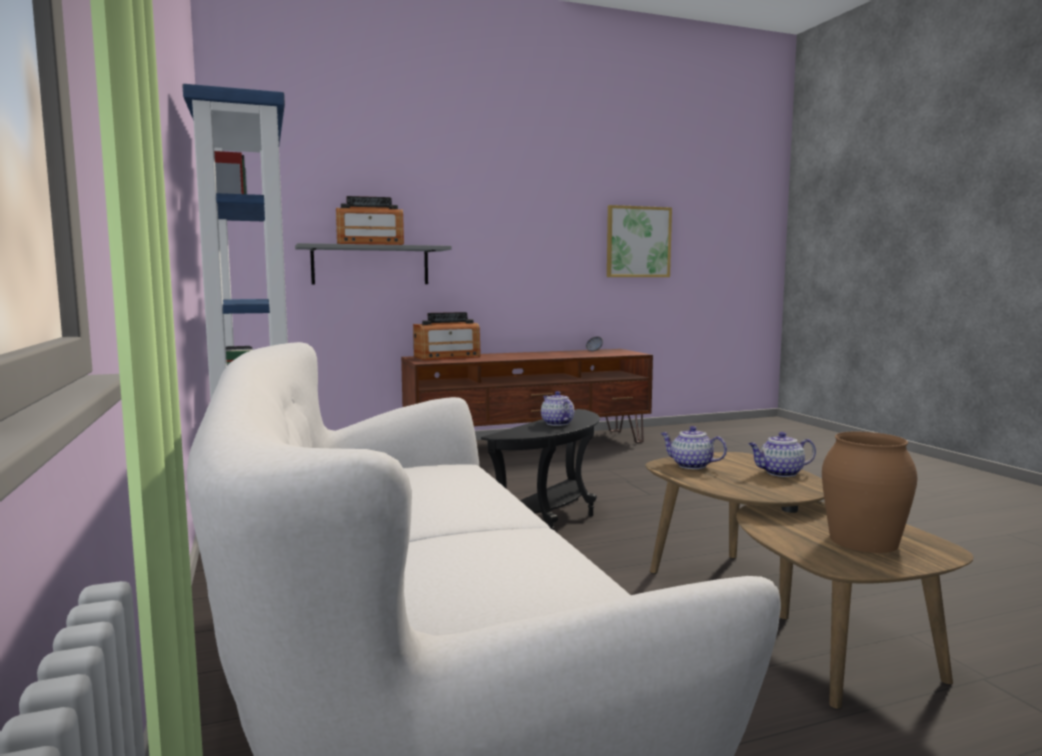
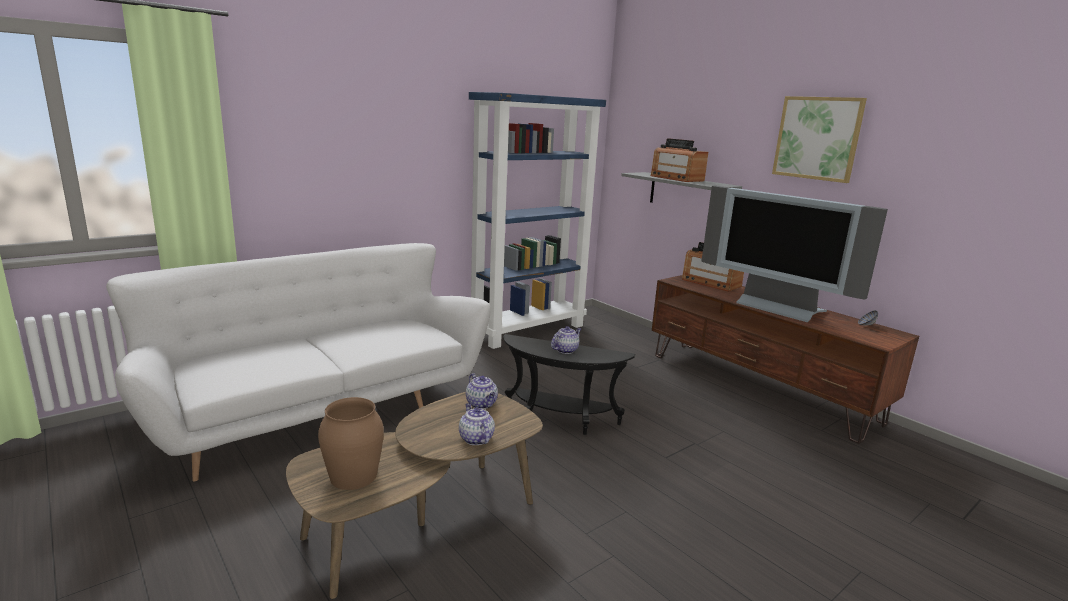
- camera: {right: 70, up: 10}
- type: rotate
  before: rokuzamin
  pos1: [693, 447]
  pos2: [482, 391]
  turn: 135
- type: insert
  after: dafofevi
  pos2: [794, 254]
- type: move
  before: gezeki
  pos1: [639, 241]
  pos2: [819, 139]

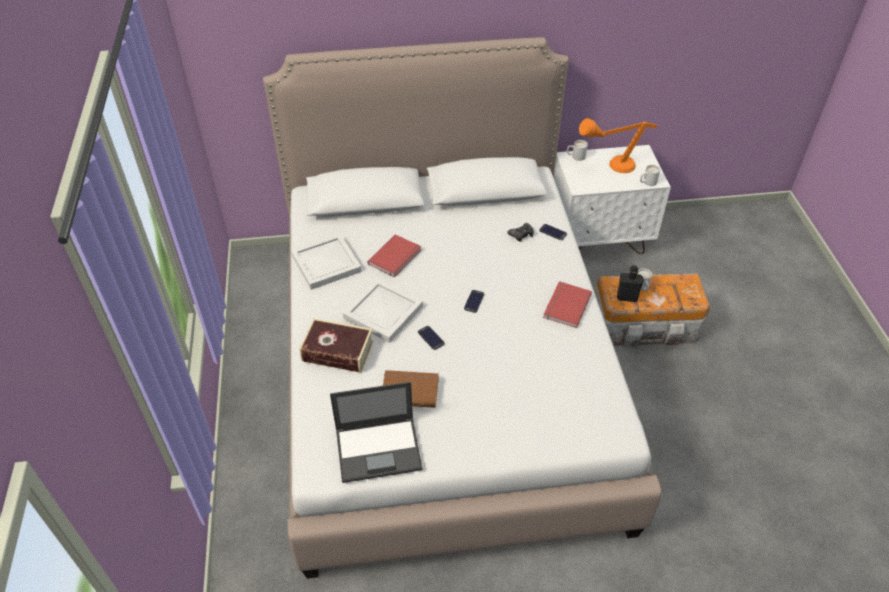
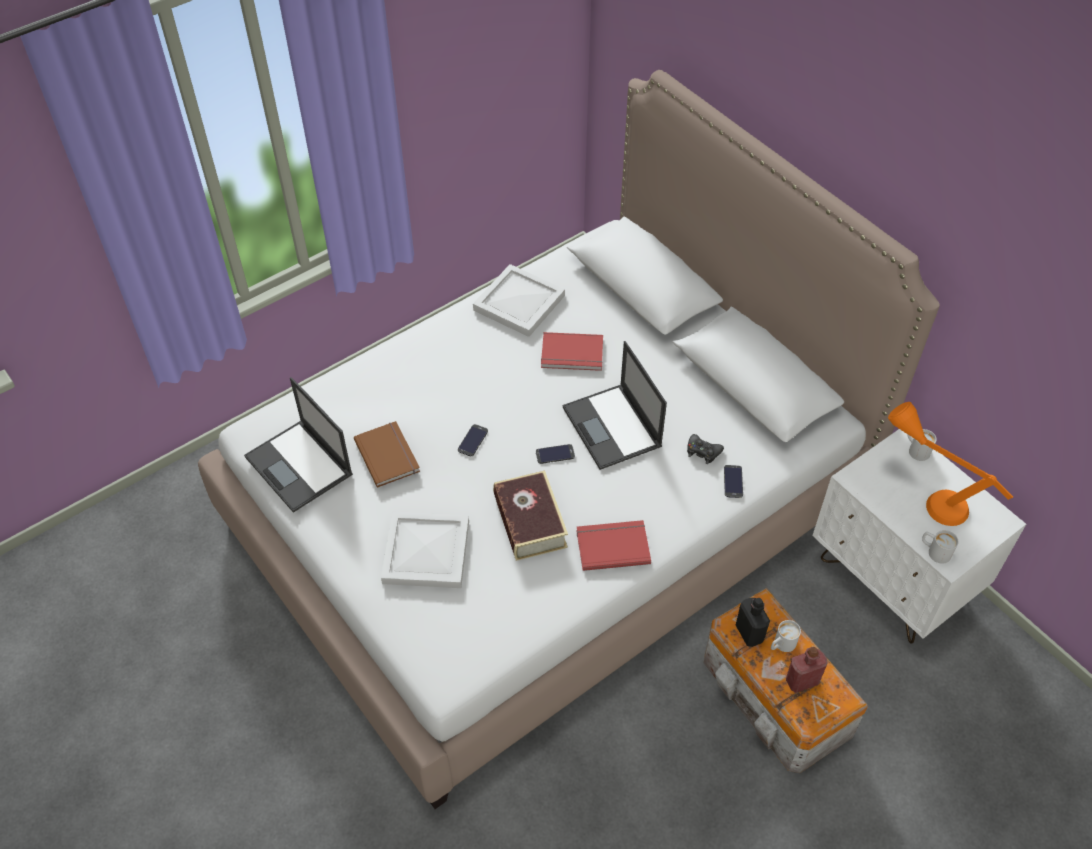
- camera: {right: 60, up: 5}
- type: move
  before: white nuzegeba
  pos1: [383, 311]
  pos2: [425, 550]
- type: move
  before: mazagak
  pos1: [336, 345]
  pos2: [530, 516]
- type: insert
  after: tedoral
  pos2: [615, 405]
- type: insert
  after: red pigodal
  pos2: [806, 670]

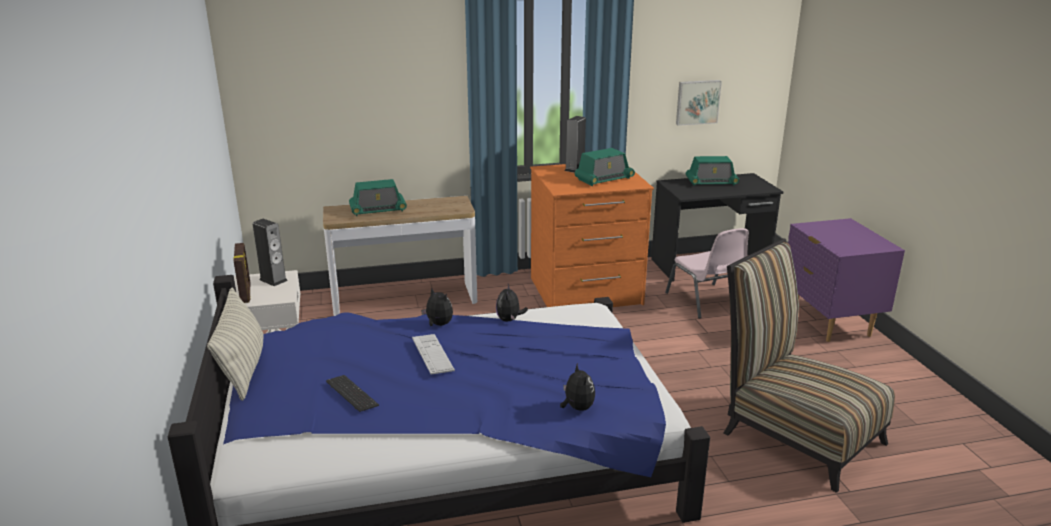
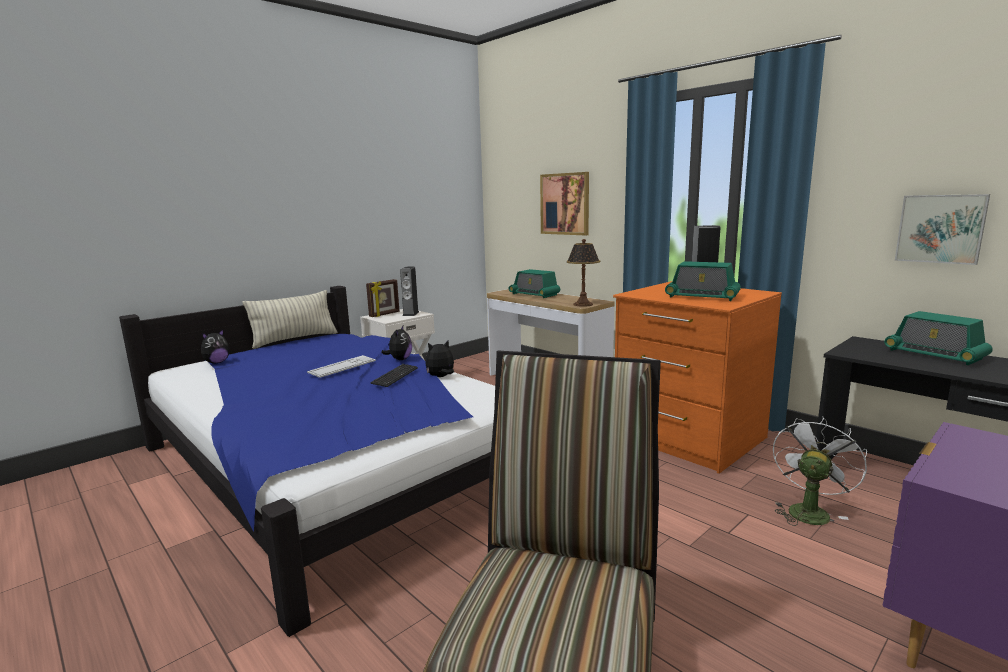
- camera: {right: 60, up: -10}
- type: move
  before: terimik
  pos1: [577, 387]
  pos2: [215, 346]
- type: move
  before: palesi
  pos1: [352, 393]
  pos2: [394, 375]
- type: insert
  after: gezeki
  pos2: [564, 204]
- type: insert
  after: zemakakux
  pos2: [583, 273]
- type: replace
  before: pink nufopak
  after: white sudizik
  pos1: [707, 273]
  pos2: [820, 471]

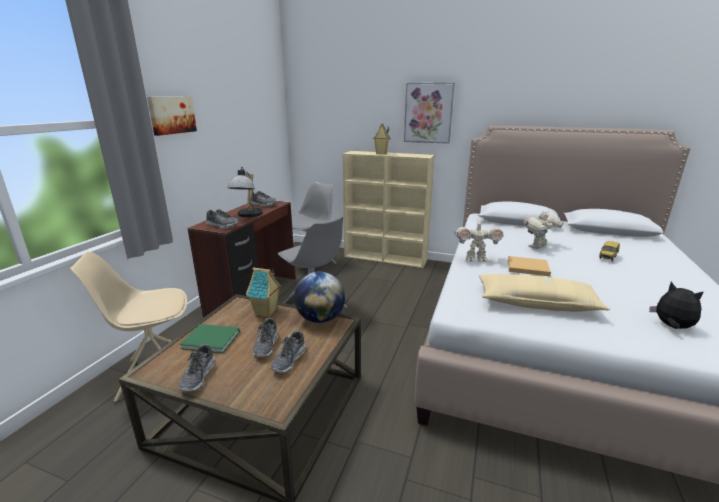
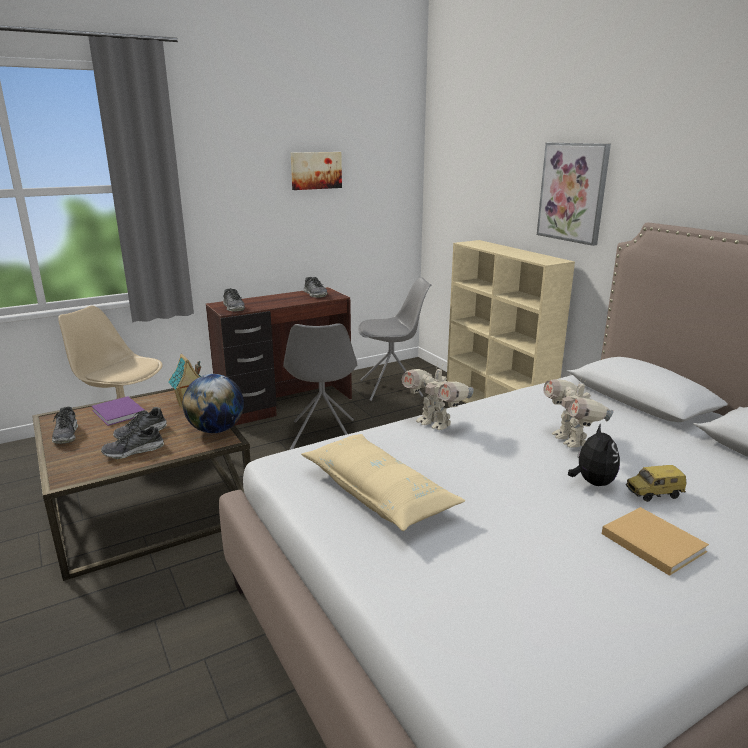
- camera: {right: 40, up: 0}
- type: rotate
  before: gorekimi
  pos1: [197, 367]
  pos2: [65, 425]
  turn: -60
- type: recolor
  before: green mazagak
  after: purple mazagak
  pos1: [210, 338]
  pos2: [118, 411]
- type: move
  before: gezeki
  pos1: [172, 116]
  pos2: [316, 171]
- type: rotate
  before: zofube
  pos1: [543, 229]
  pos2: [579, 412]
  turn: -105
- type: move
  before: terimik
  pos1: [676, 305]
  pos2: [594, 455]
- type: move
  before: beige mazagak
  pos1: [529, 266]
  pos2: [655, 541]
- type: delete
  before: zemakakux
  pos1: [245, 192]
- type: delete
  before: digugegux
  pos1: [382, 138]

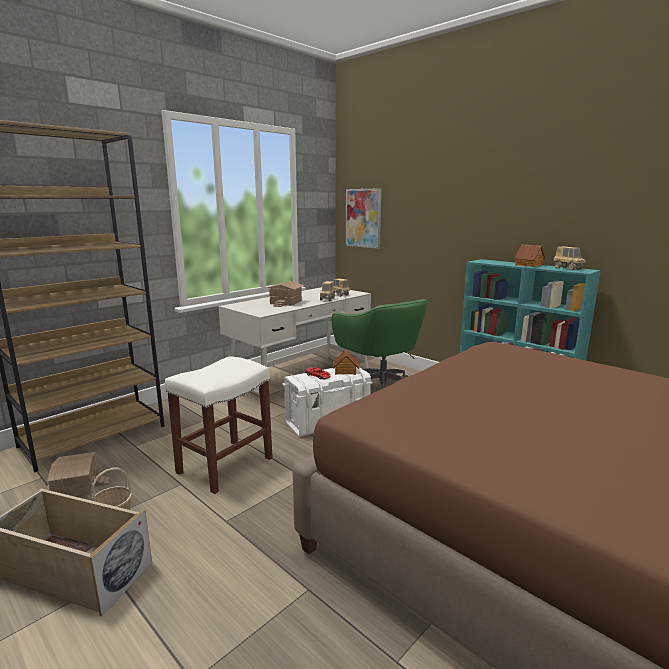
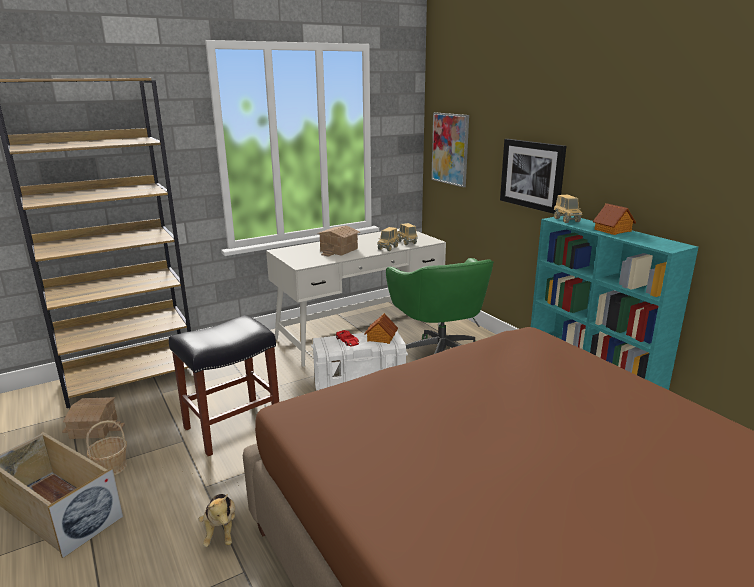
- camera: {right: 15, up: 5}
- type: recolor
  before: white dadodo
  after: black dadodo
  pos1: [219, 425]
  pos2: [224, 385]
- type: insert
  after: terimik
  pos2: [216, 520]
- type: insert
  after: gezeki
  pos2: [533, 176]
- type: move
  before: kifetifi
  pos1: [569, 258]
  pos2: [568, 209]

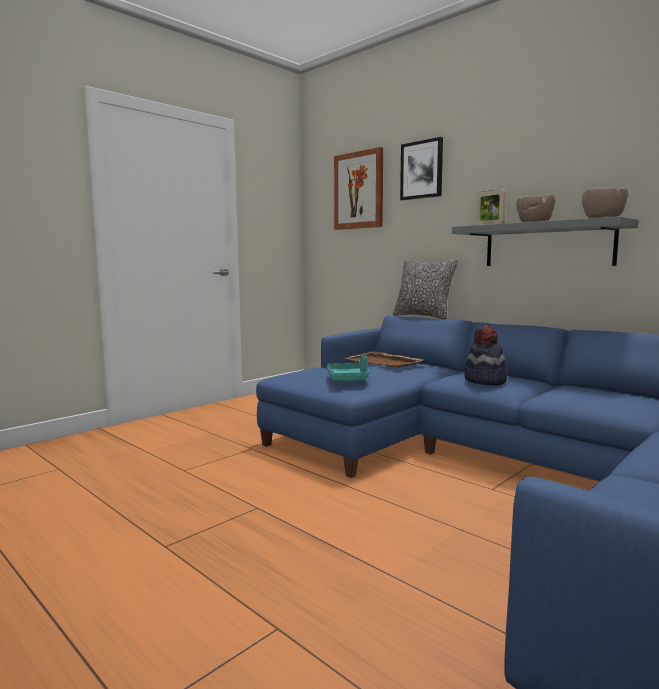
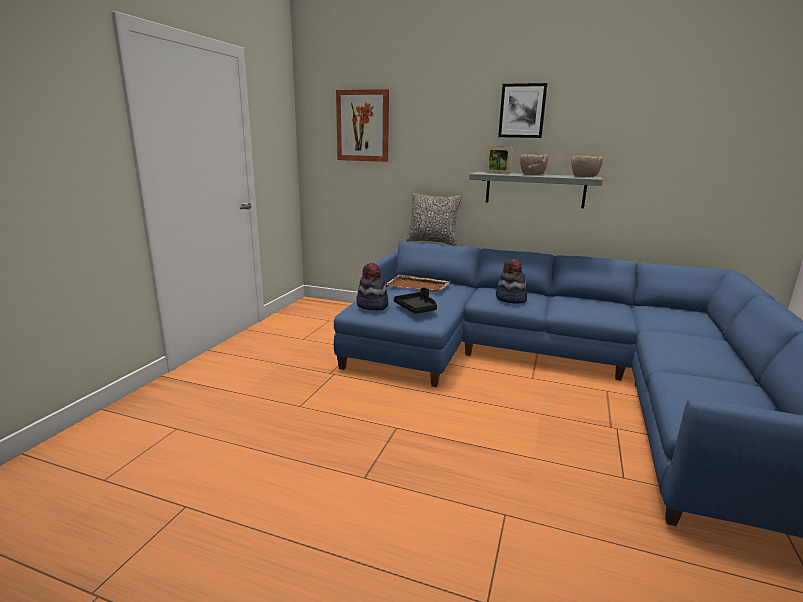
- camera: {right: -25, up: 10}
- type: insert
  after: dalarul
  pos2: [372, 286]
- type: recolor
  before: turquoise nuzegeba
  after: black nuzegeba
  pos1: [348, 368]
  pos2: [415, 300]
- type: move
  before: gezeki
  pos1: [421, 168]
  pos2: [523, 110]

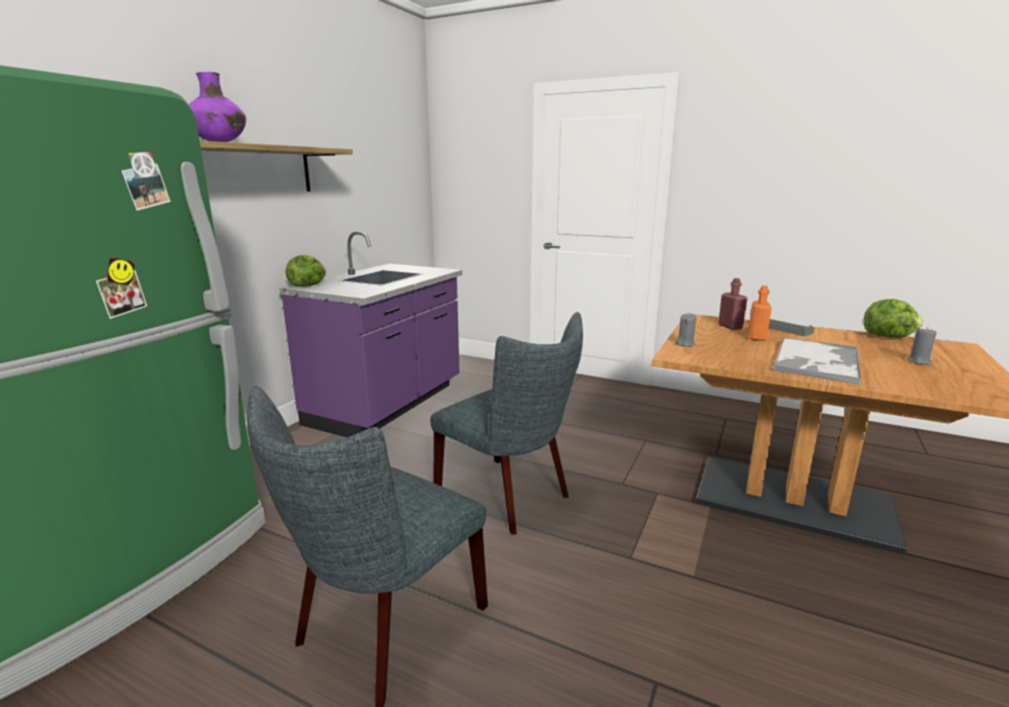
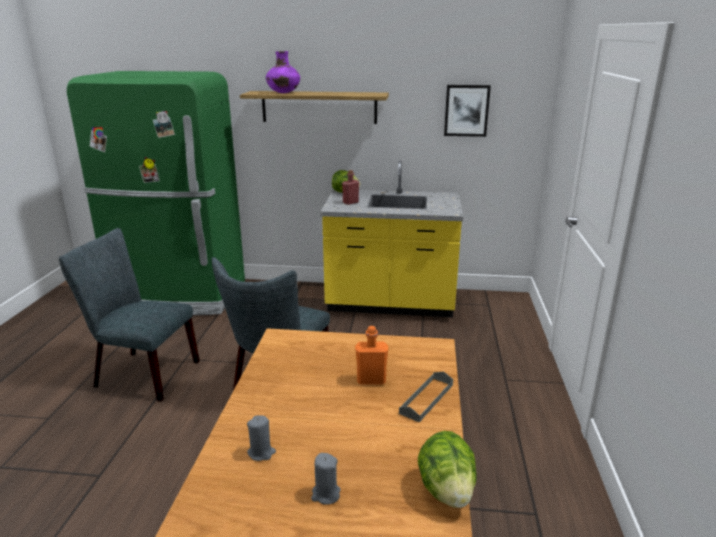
- camera: {right: 70, up: 5}
- type: move
  before: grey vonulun
  pos1: [686, 330]
  pos2: [261, 438]
- type: recolor
  before: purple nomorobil
  after: yellow nomorobil
  pos1: [370, 334]
  pos2: [391, 238]
- type: move
  before: red pigodal
  pos1: [733, 304]
  pos2: [350, 187]
- type: insert
  after: gezeki
  pos2: [467, 111]
- type: delete
  before: nuzegeba
  pos1: [817, 360]

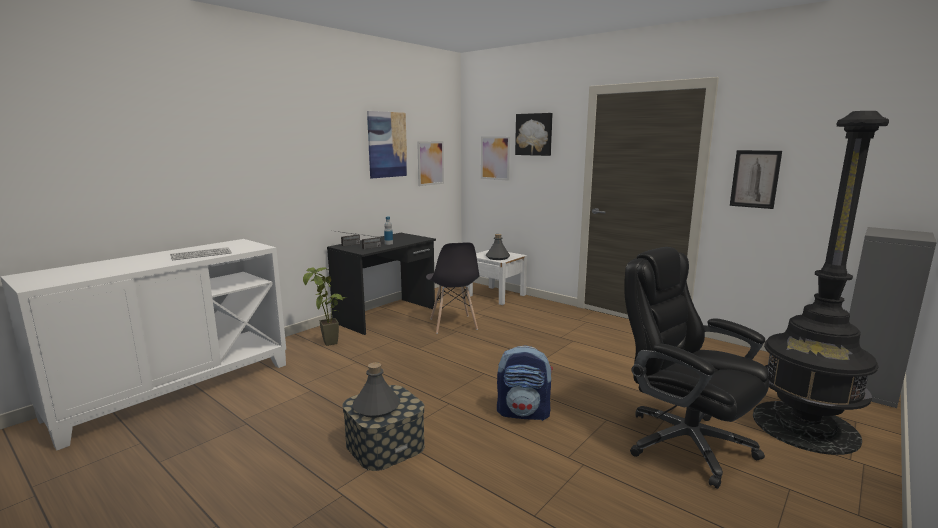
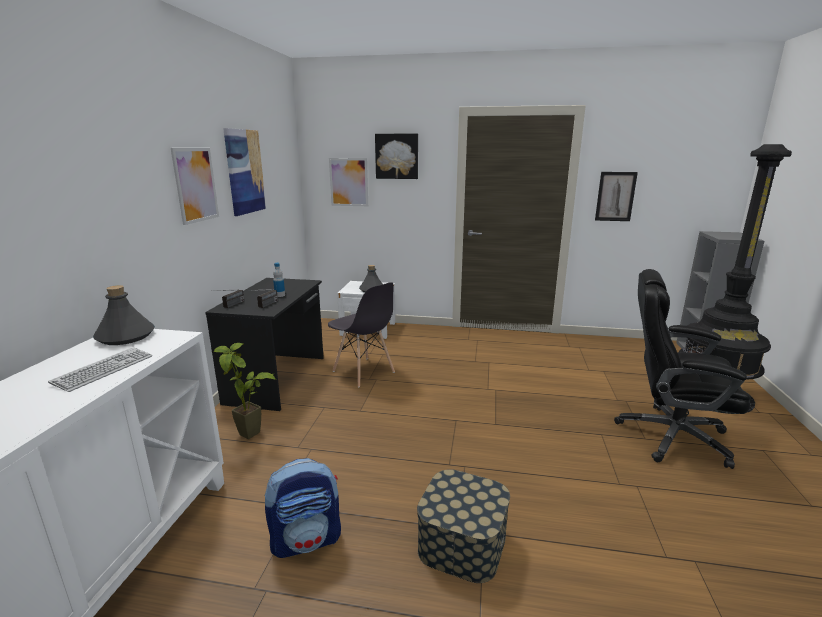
- camera: {right: -30, up: 5}
- type: move
  before: grey pigodal
  pos1: [376, 390]
  pos2: [124, 315]
- type: move
  before: gezeki
  pos1: [430, 163]
  pos2: [195, 186]
- type: move
  before: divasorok
  pos1: [525, 383]
  pos2: [302, 508]

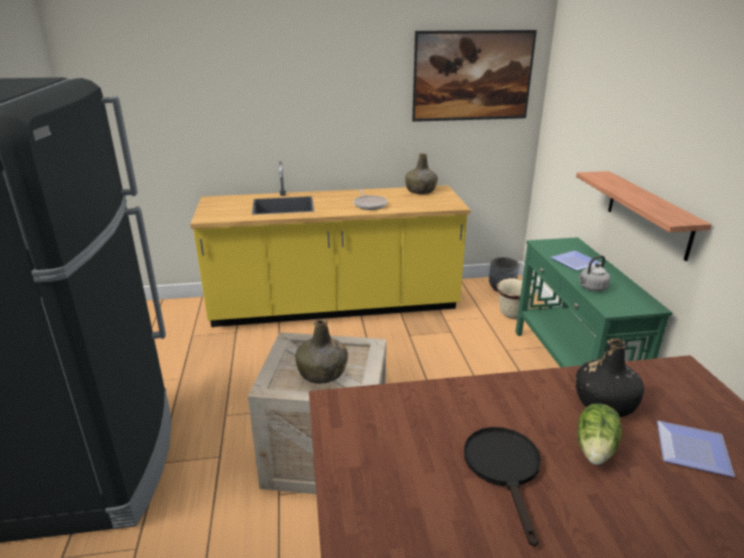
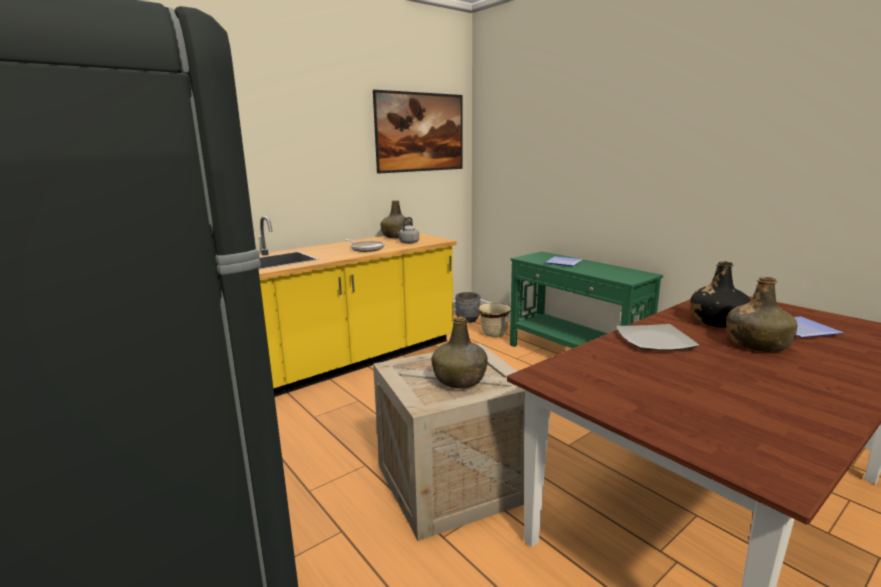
- camera: {right: -30, up: -10}
- type: move
  before: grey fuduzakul
  pos1: [594, 273]
  pos2: [408, 230]
- type: insert
  after: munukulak
  pos2: [658, 337]
- type: replace
  before: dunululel
  after: green pigodal
  pos1: [599, 434]
  pos2: [762, 314]
- type: delete
  before: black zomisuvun
  pos1: [502, 487]
- type: delete
  before: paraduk
  pos1: [644, 216]

